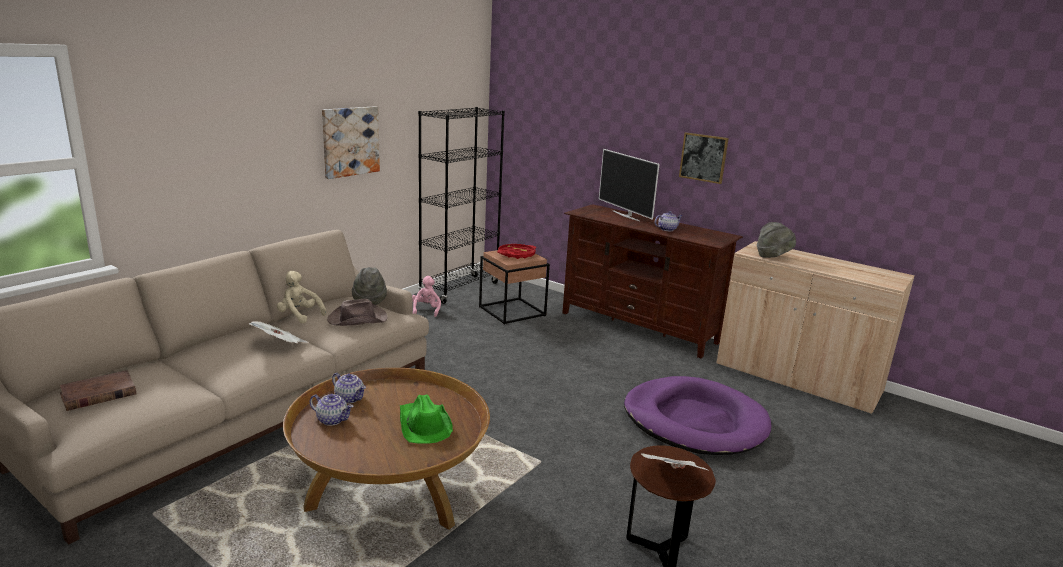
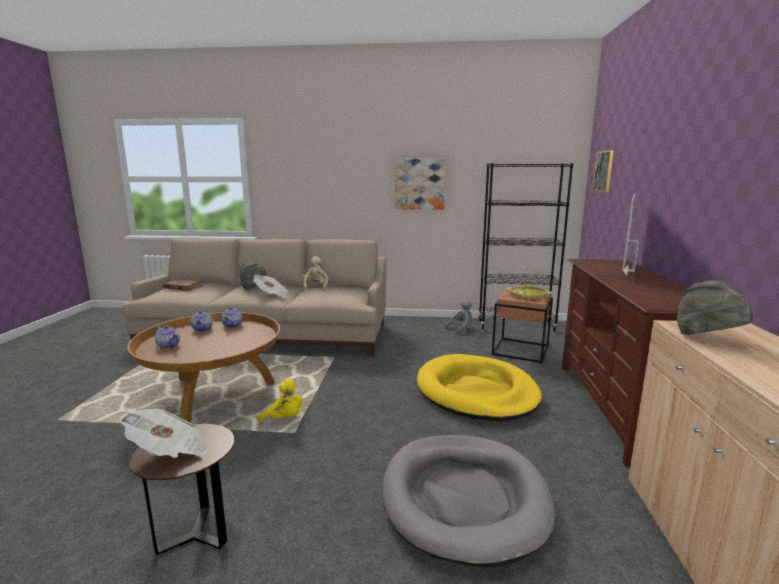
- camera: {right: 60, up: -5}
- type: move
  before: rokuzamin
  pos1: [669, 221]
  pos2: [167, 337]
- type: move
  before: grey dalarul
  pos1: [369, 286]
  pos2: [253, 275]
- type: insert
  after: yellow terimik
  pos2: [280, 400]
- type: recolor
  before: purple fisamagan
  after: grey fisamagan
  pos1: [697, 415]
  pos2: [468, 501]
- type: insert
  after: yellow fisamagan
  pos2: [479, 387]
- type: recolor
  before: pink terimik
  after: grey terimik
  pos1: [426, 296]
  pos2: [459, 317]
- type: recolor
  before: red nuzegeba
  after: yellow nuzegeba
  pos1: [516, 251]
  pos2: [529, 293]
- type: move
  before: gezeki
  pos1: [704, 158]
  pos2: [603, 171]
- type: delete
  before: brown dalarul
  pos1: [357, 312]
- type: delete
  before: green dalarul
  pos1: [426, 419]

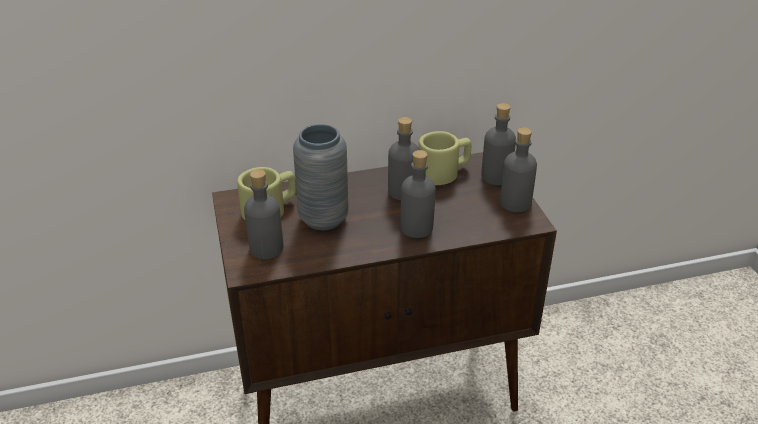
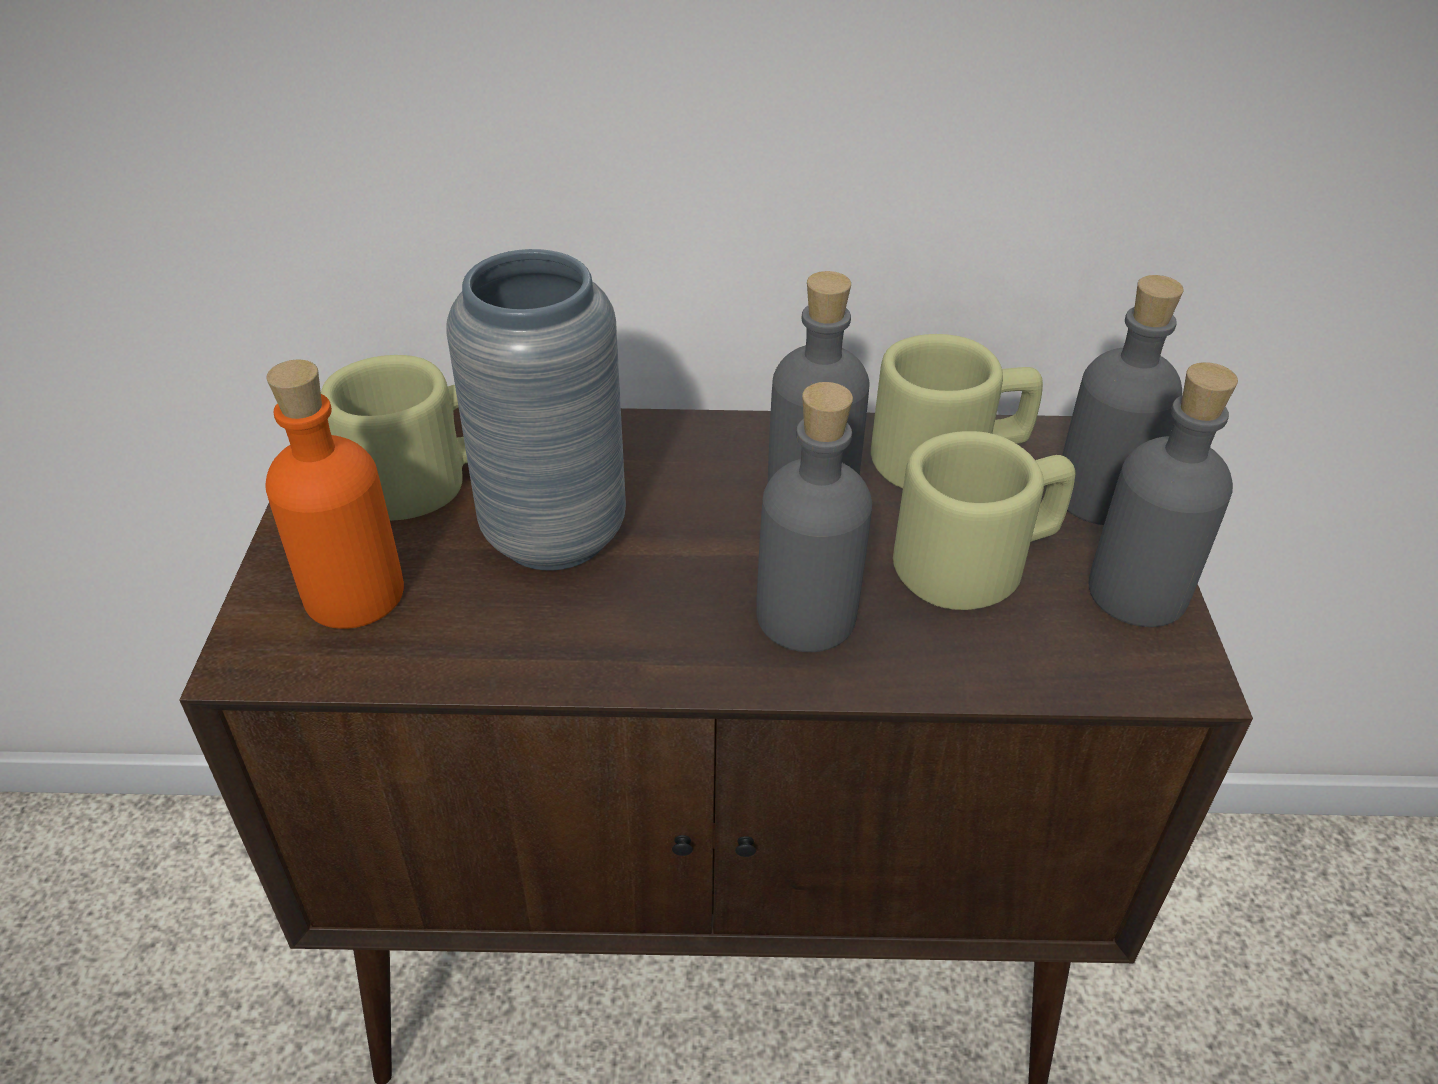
- camera: {right: 15, up: 5}
- type: recolor
  before: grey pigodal
  after: orange pigodal
  pos1: [264, 214]
  pos2: [334, 494]
- type: insert
  after: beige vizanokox
  pos2: [984, 520]

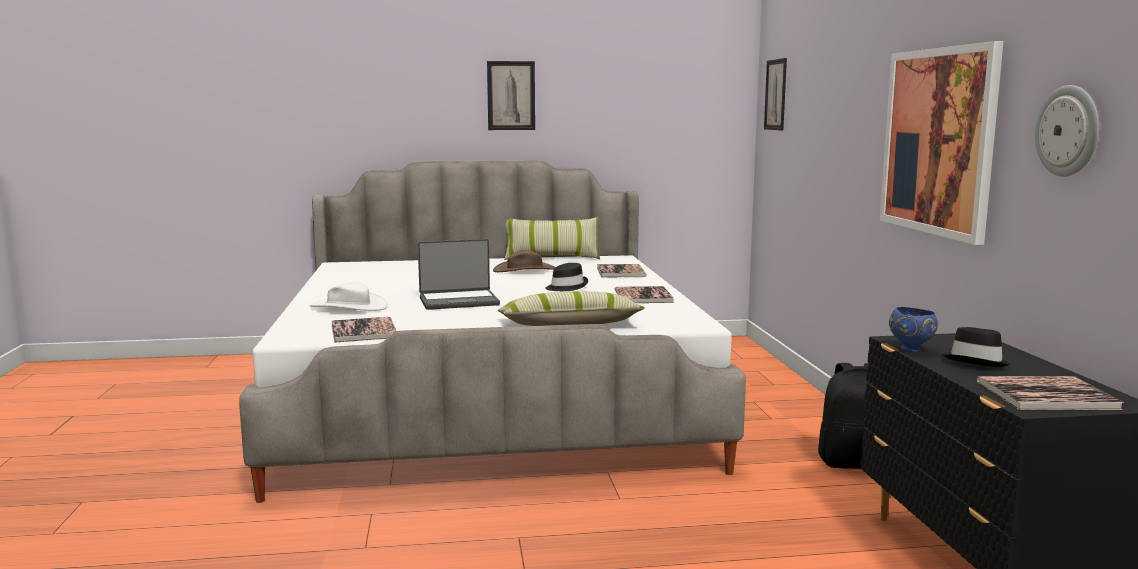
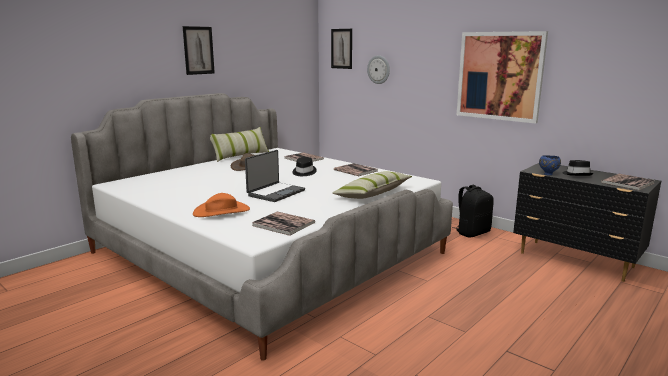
- camera: {right: -40, up: 5}
- type: recolor
  before: white dalarul
  after: orange dalarul
  pos1: [348, 296]
  pos2: [221, 205]
- type: move
  before: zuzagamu
  pos1: [1067, 131]
  pos2: [378, 69]

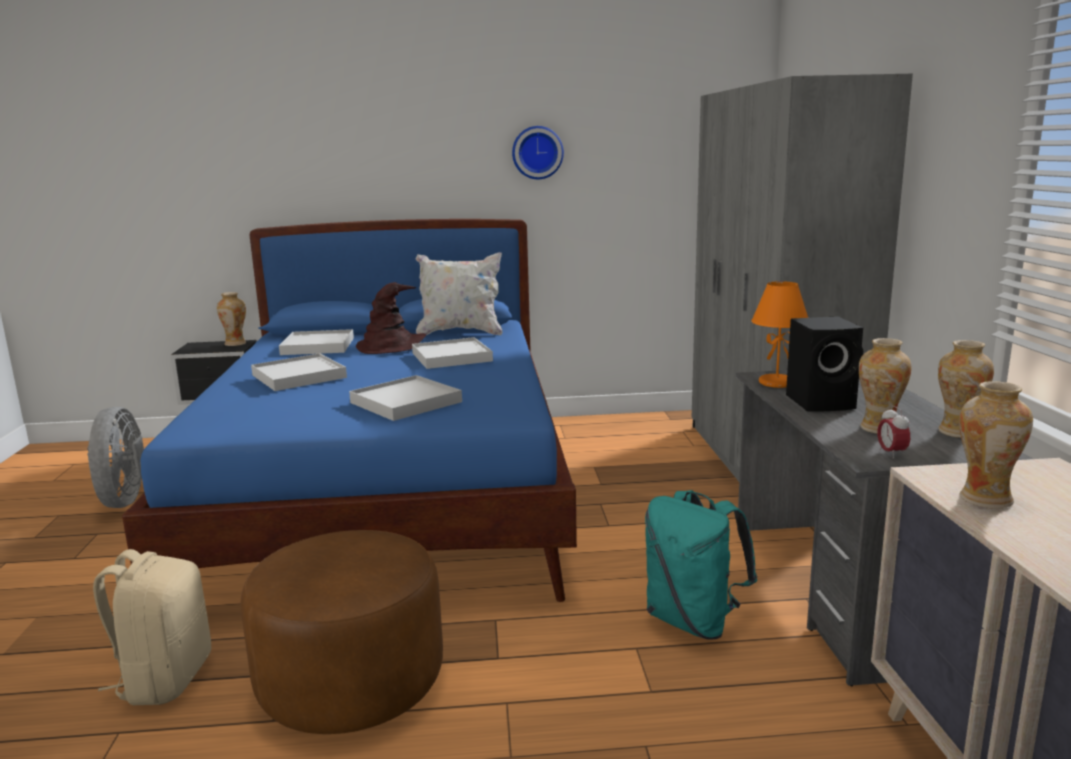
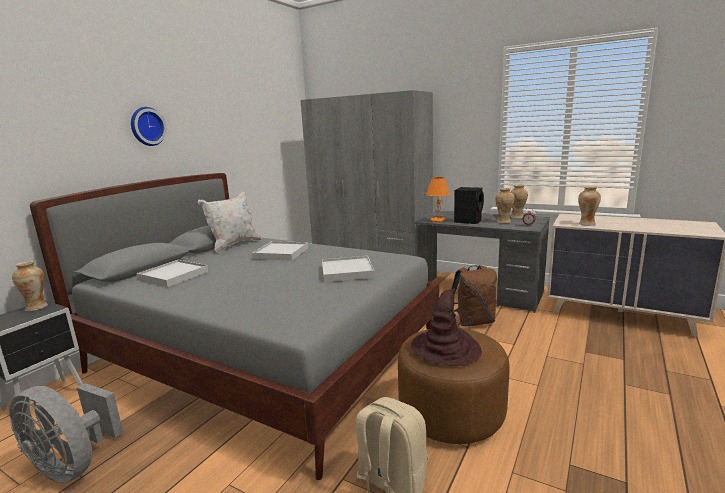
- camera: {right: -55, up: 0}
- type: recolor
  before: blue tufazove
  after: grey tufazove
  pos1: [349, 410]
  pos2: [235, 326]
- type: move
  before: zuzagamu
  pos1: [538, 152]
  pos2: [149, 126]
- type: move
  before: brown dalarul
  pos1: [391, 318]
  pos2: [446, 327]
- type: recolor
  before: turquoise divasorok
  after: brown divasorok
  pos1: [701, 564]
  pos2: [474, 295]
- type: delete
  before: white nuzegeba
  pos1: [299, 372]

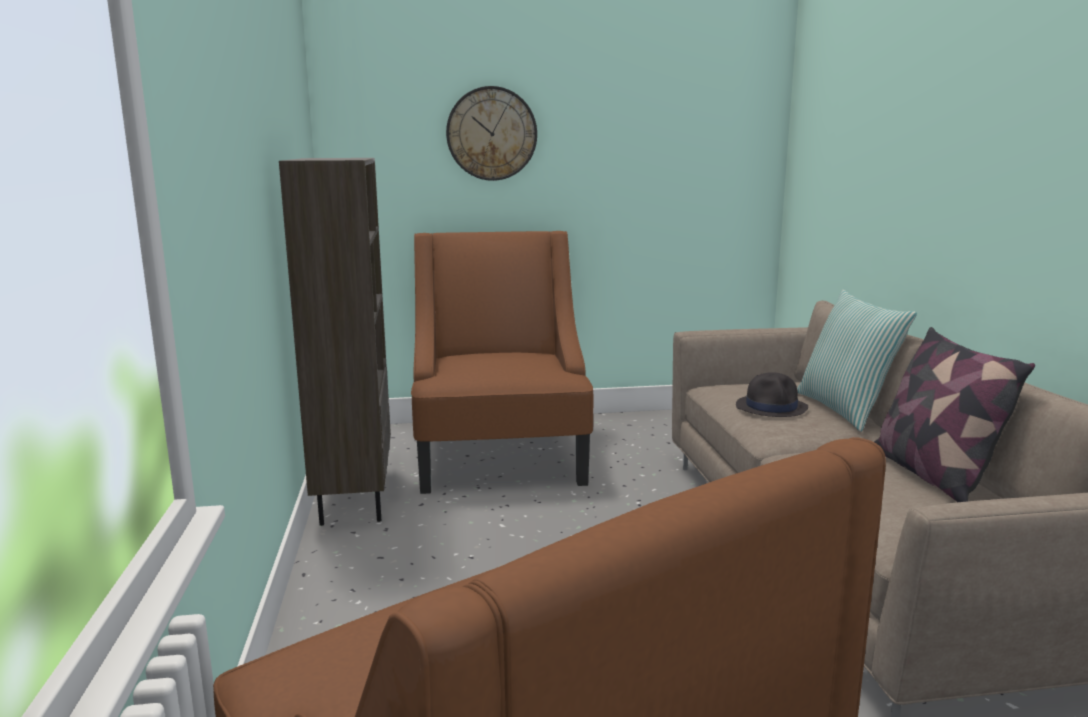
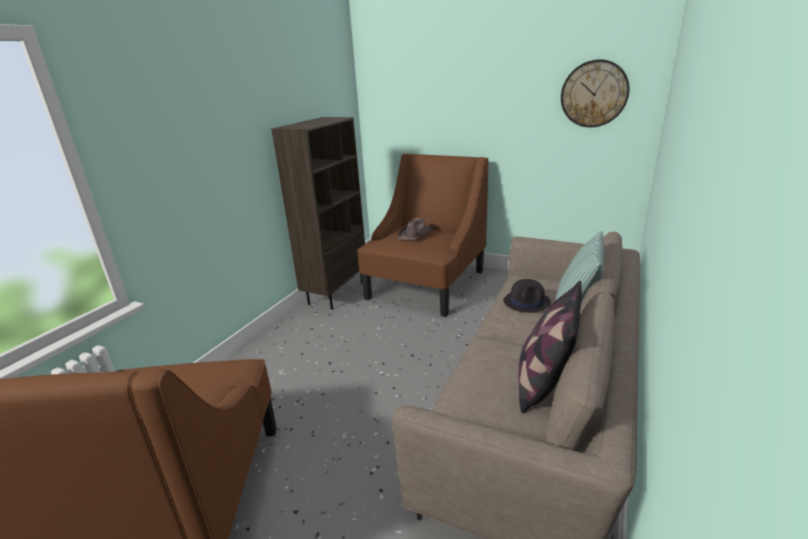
- camera: {right: 35, up: 10}
- type: insert
  after: brown dalarul
  pos2: [416, 229]
- type: move
  before: zuzagamu
  pos1: [491, 133]
  pos2: [595, 93]

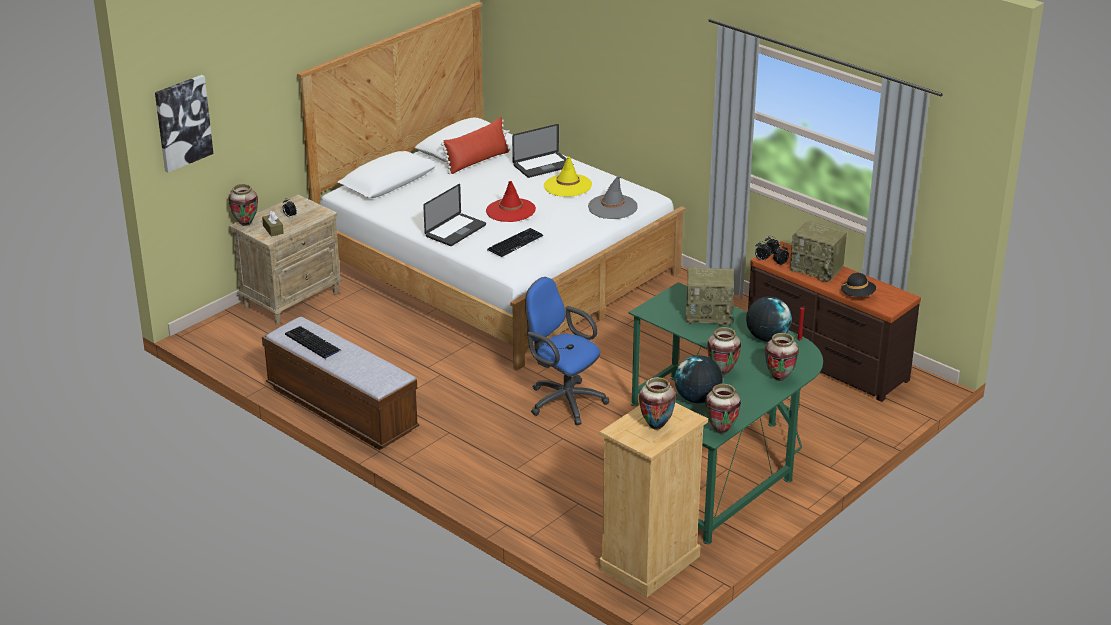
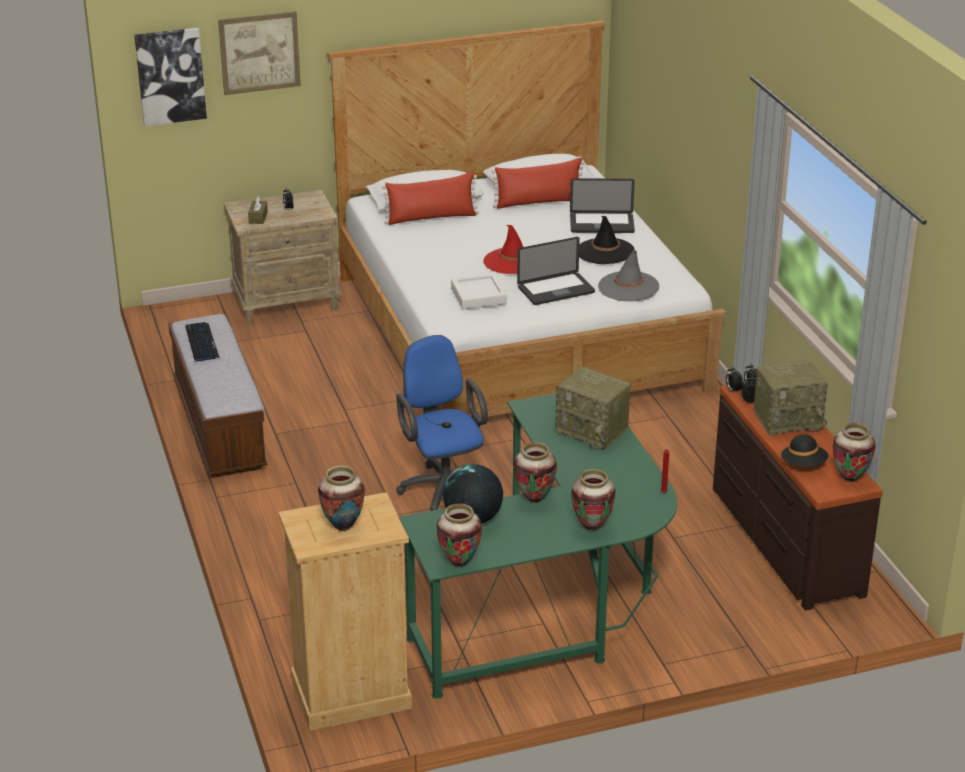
- camera: {right: 30, up: 0}
- type: insert
  after: gezeki
  pos2: [259, 53]
- type: insert
  after: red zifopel
  pos2: [430, 198]
- type: replace
  before: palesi
  after: white nuzegeba
  pos1: [515, 242]
  pos2: [479, 291]
- type: move
  before: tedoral
  pos1: [454, 215]
  pos2: [556, 271]
- type: recolor
  before: yellow dalarul
  after: black dalarul
  pos1: [568, 177]
  pos2: [607, 240]
- type: rotate
  before: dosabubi
  pos1: [818, 251]
  pos2: [791, 398]
  turn: -75
- type: move
  before: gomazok
  pos1: [243, 205]
  pos2: [854, 452]
- type: delete
  before: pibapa
  pos1: [769, 319]

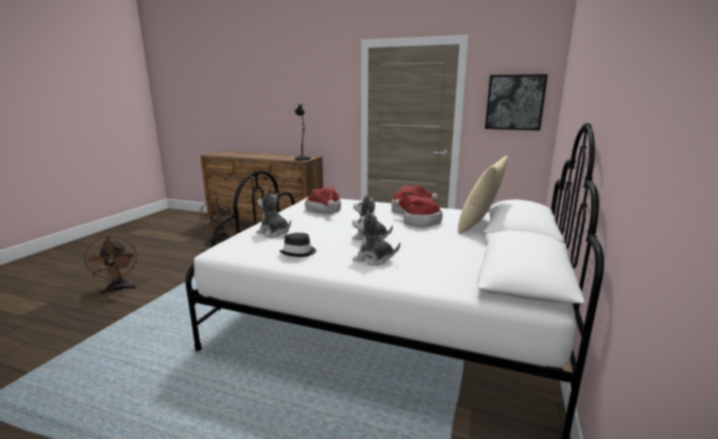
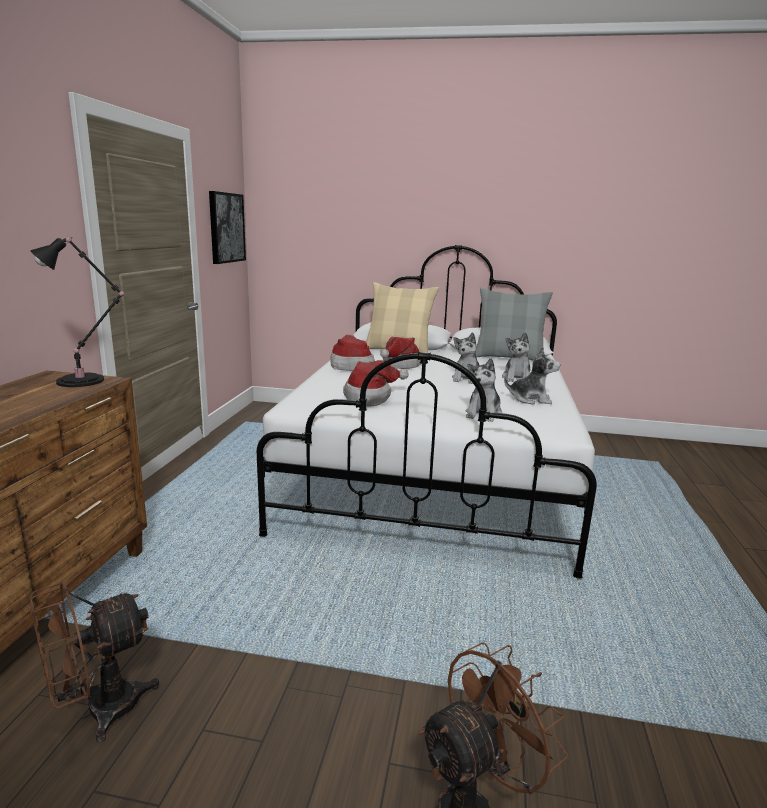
- camera: {right: -100, up: 0}
- type: rotate
  before: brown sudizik
  pos1: [216, 221]
  pos2: [95, 662]
  turn: 150
- type: insert
  after: grey zifopel
  pos2: [514, 324]
- type: replace
  before: black dalarul
  after: terimik
  pos1: [298, 245]
  pos2: [532, 375]

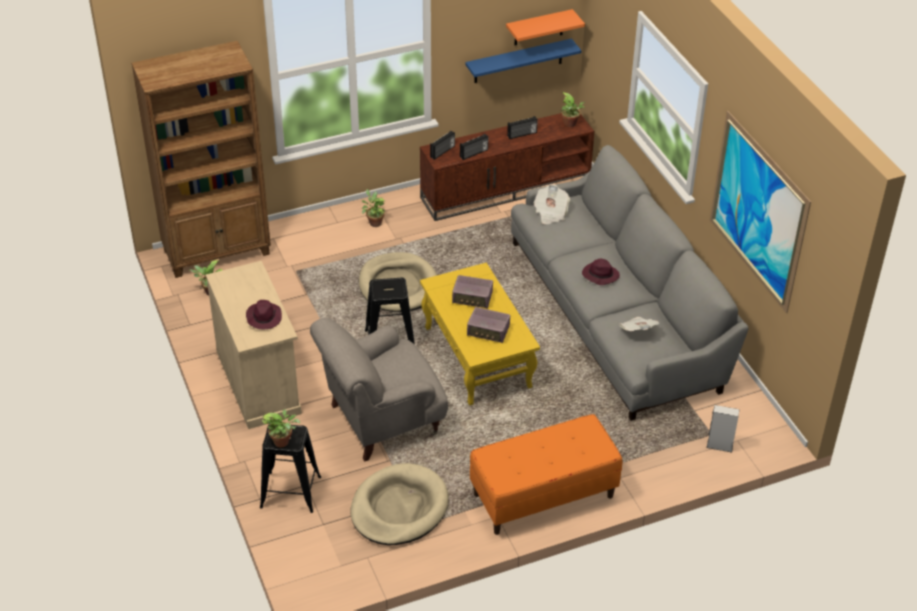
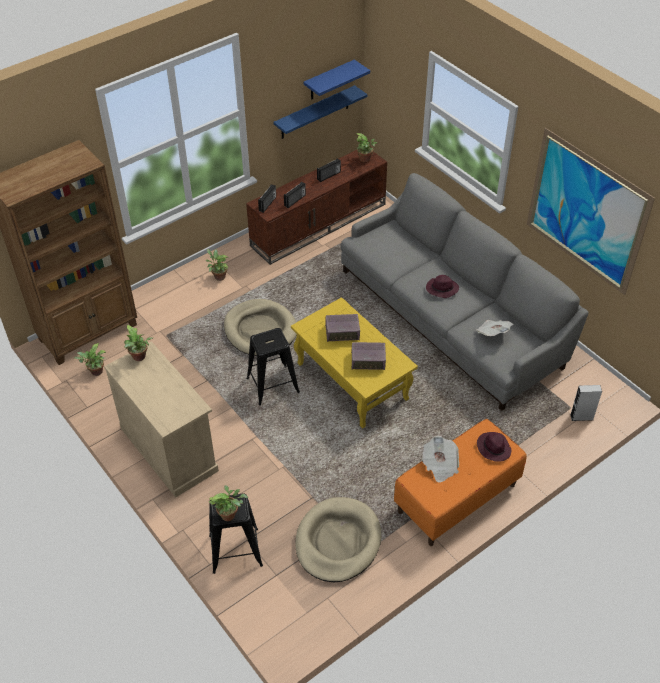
- camera: {right: -15, up: 5}
- type: insert
  after: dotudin
  pos2: [138, 343]
- type: recolor
  before: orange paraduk
  after: blue paraduk
  pos1: [545, 27]
  pos2: [336, 79]
- type: move
  before: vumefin
  pos1: [552, 204]
  pos2: [440, 459]
- type: move
  before: purple dalarul
  pos1: [264, 314]
  pos2: [494, 447]
- type: delete
  before: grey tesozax
  pos1: [379, 390]

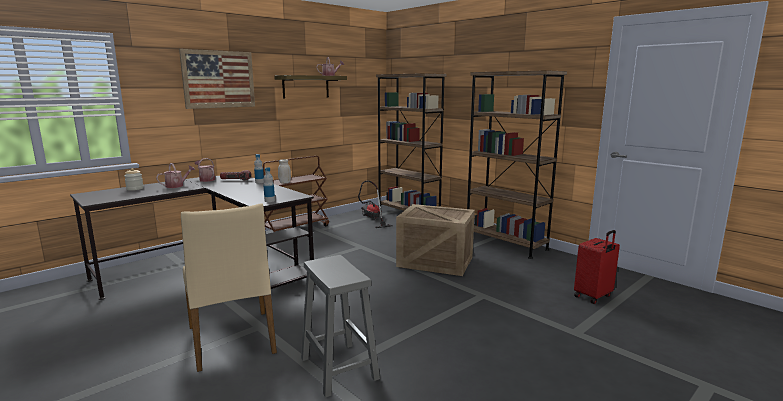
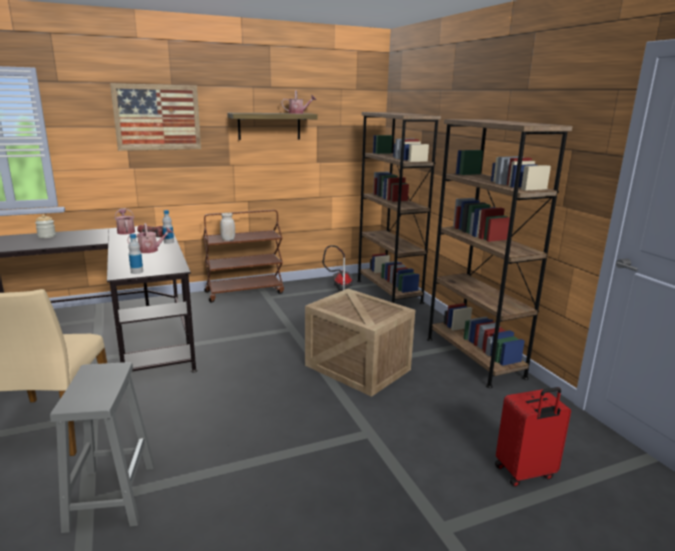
- camera: {right: 20, up: 5}
- type: move
  before: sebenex
  pos1: [175, 175]
  pos2: [150, 238]

